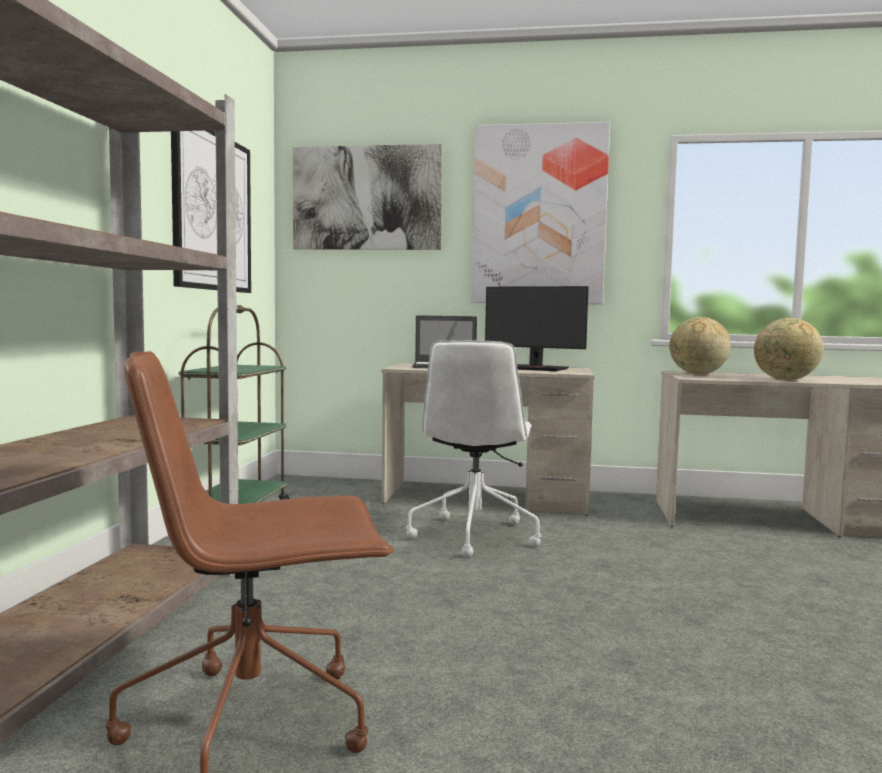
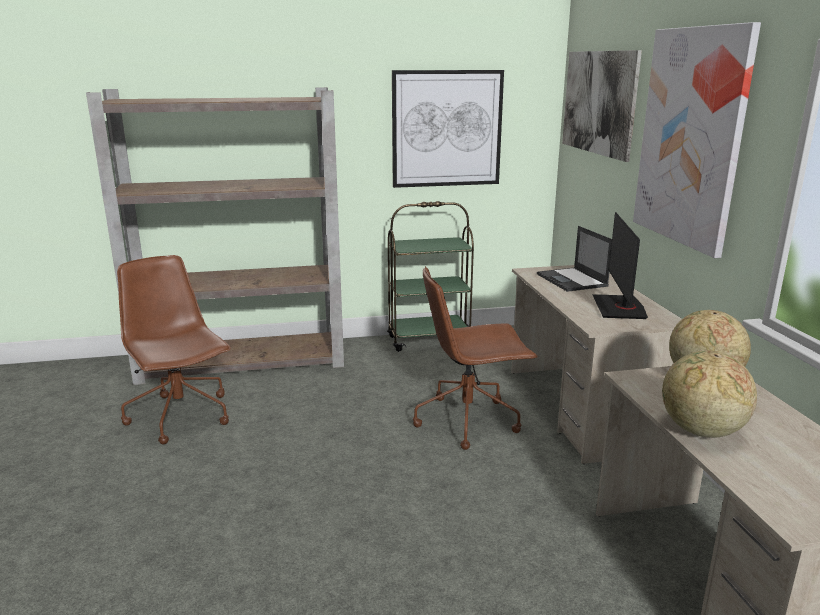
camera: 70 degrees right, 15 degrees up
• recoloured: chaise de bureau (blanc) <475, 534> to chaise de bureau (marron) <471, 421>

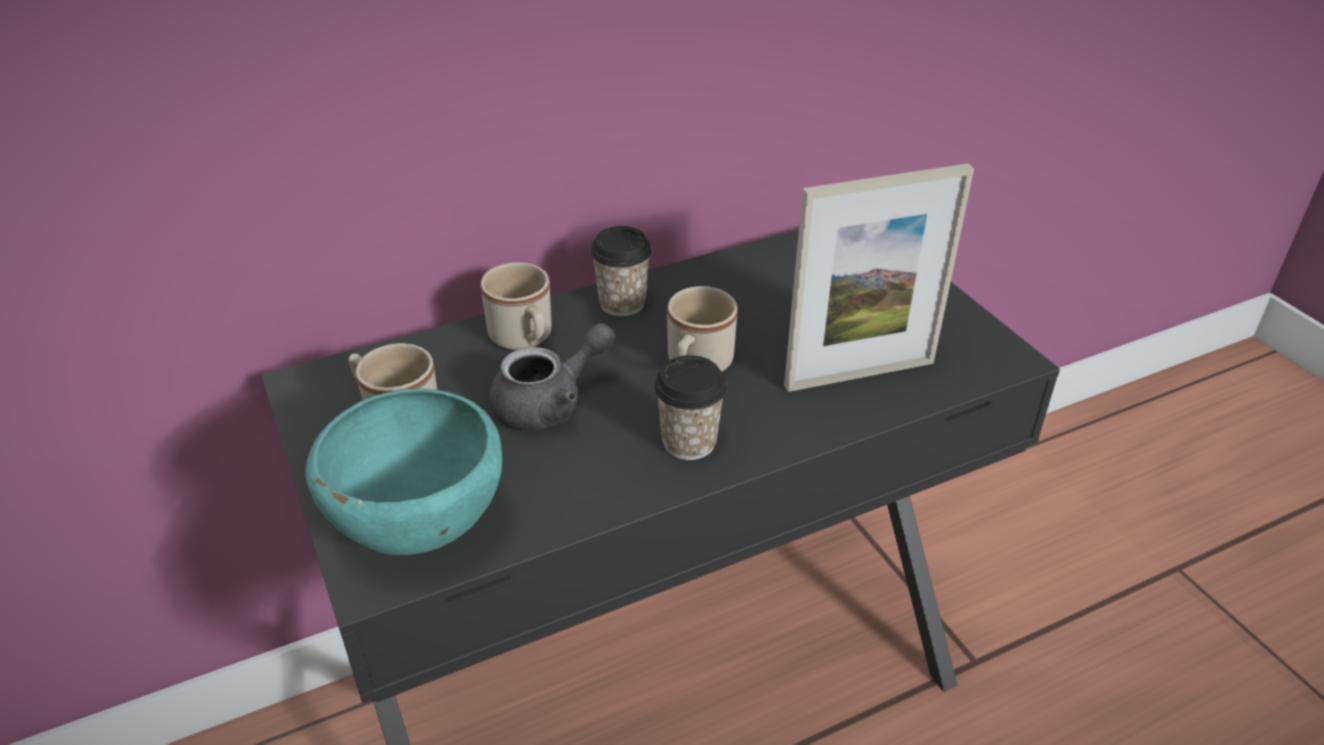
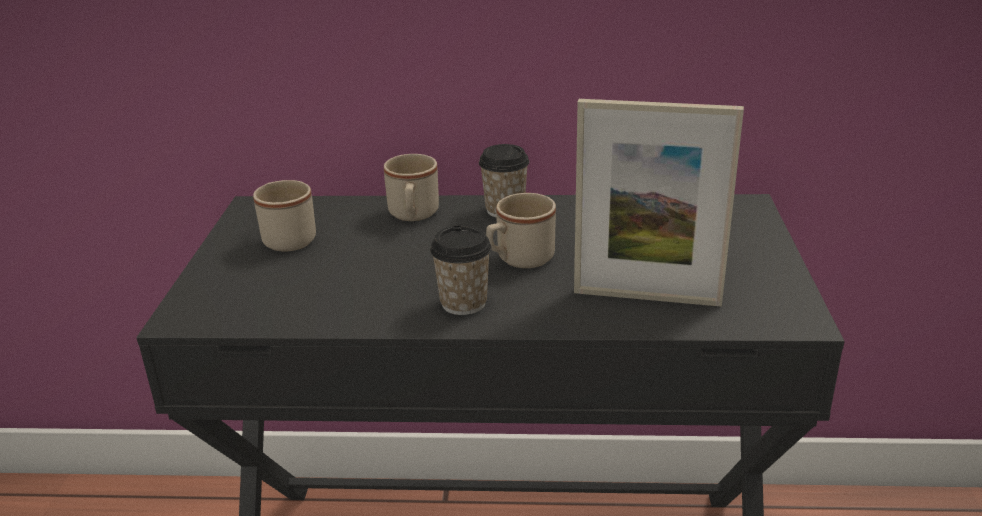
camera: 30 degrees right, 10 degrees down
• removed: théière (gris) <550, 403>
• removed: bol (turquoise) <419, 533>

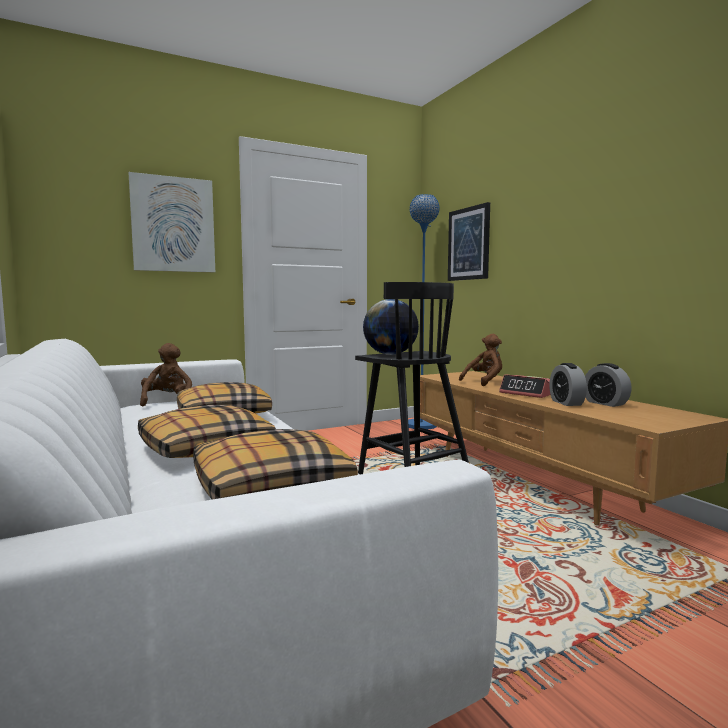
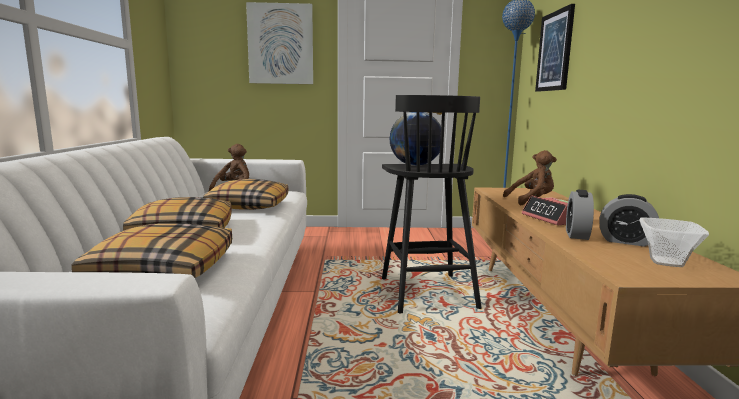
camera: 25 degrees right, 5 degrees up
• turned: réveil <605, 403> = <625, 241> 60 degrees counterclockwise
• added: bol <665, 262>

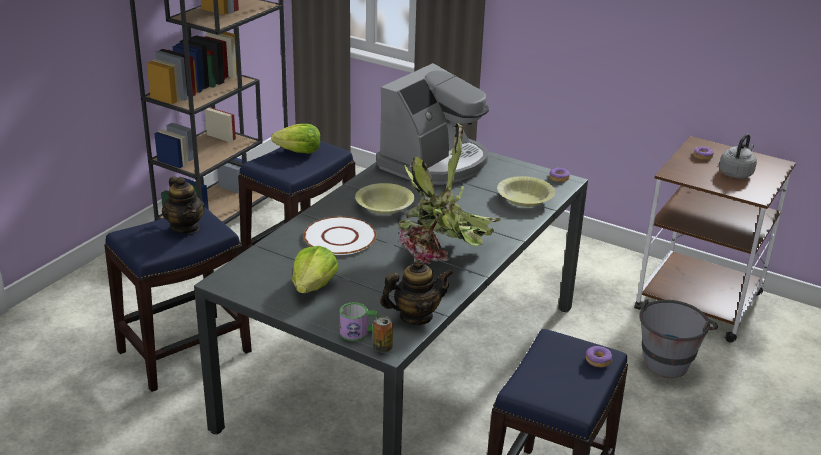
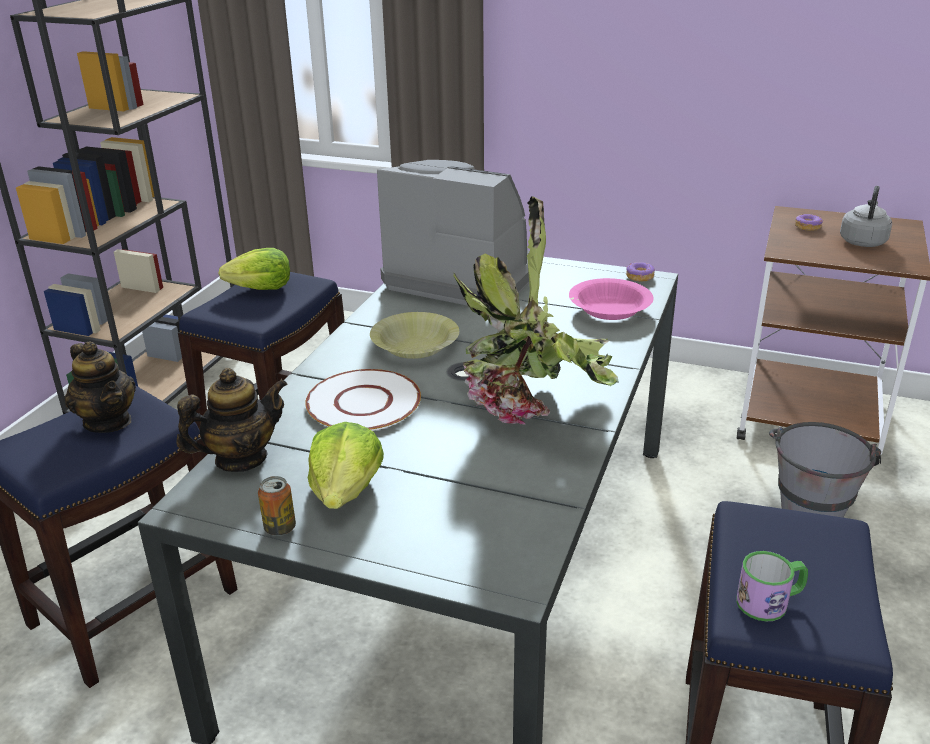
camera: 10 degrees left, 0 degrees up
• turned: machine à café <434, 163> = <463, 278> 90 degrees counterclockwise
• recoloured: bol (jaune) <525, 199> to bol (rose) <609, 310>
• moved: théière <415, 316> to <241, 459>
• moved: mug <359, 333> to <770, 601>
• moved: boîte métallique <382, 348> to <280, 528>
• removed: beignet <598, 360>

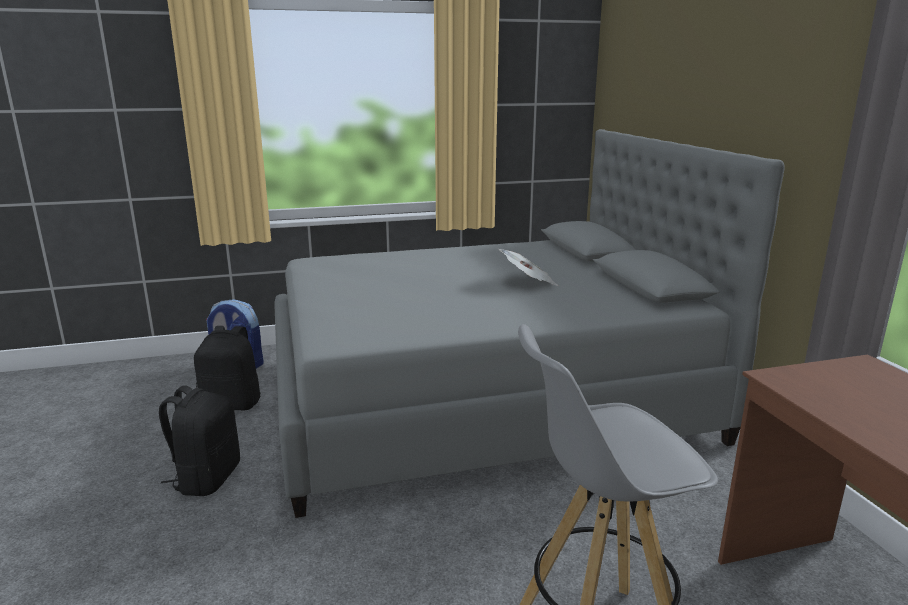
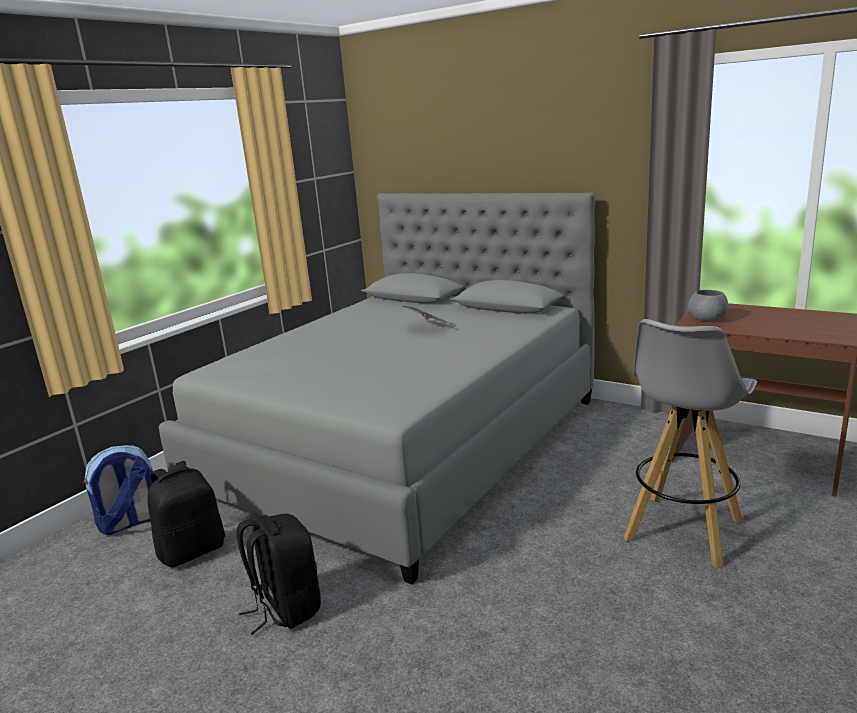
camera: 40 degrees left, 0 degrees up
• added: bol (gris) <707, 319>

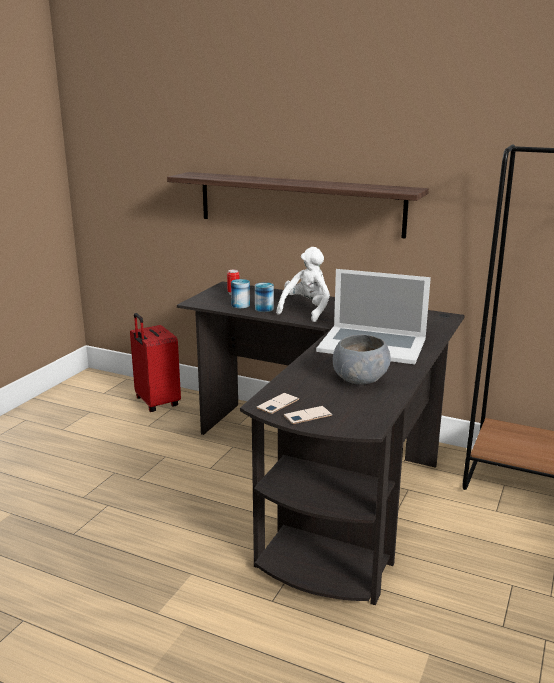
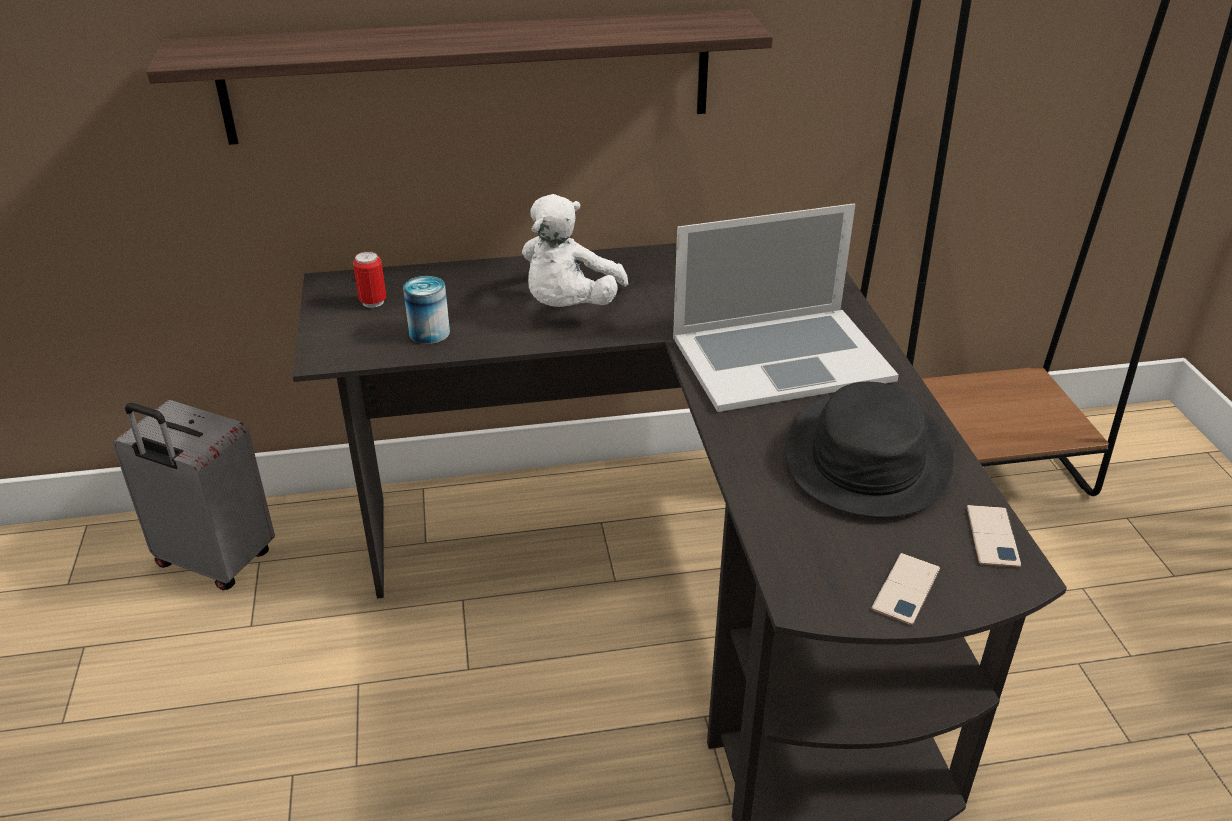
camera: 35 degrees left, 15 degrees up
• turned: peluche (blanc) <306, 310> = <569, 306> 150 degrees counterclockwise
• removed: boîte métallique <264, 309>
• recoloured: valise (rouge) <156, 403> to valise (gris) <214, 562>
• replaced: bol (gris) <359, 379> to chapeau (noir) <867, 456>
• moved: téléphone <278, 404> to <992, 536>

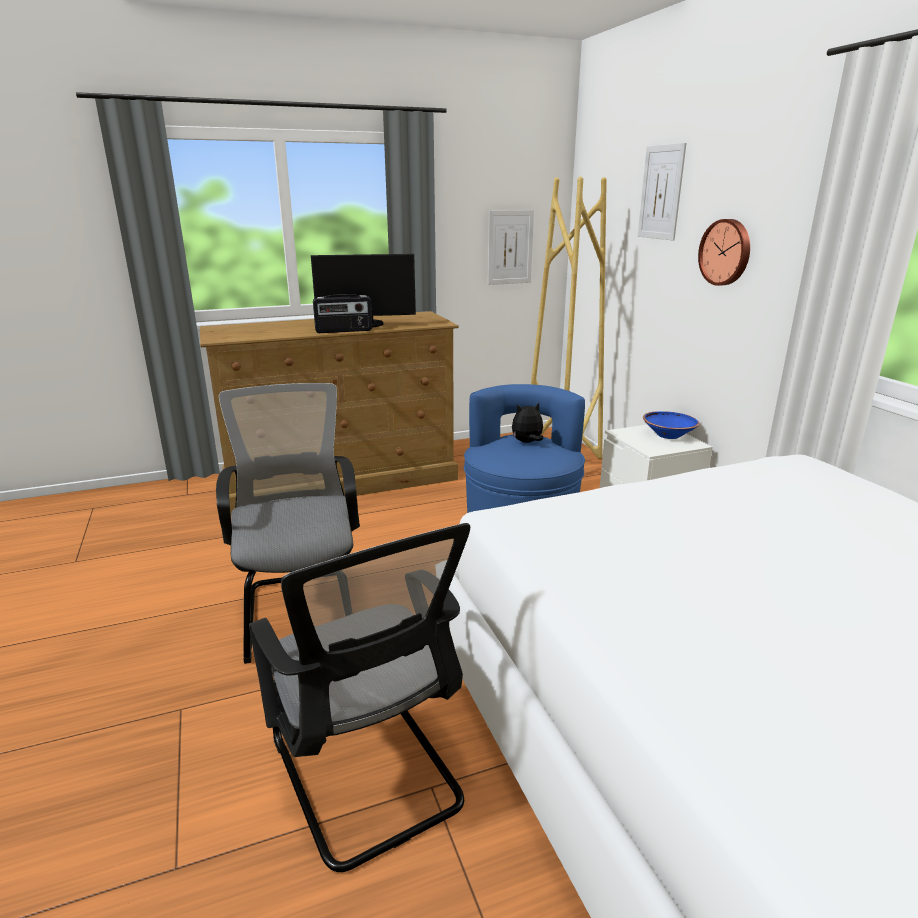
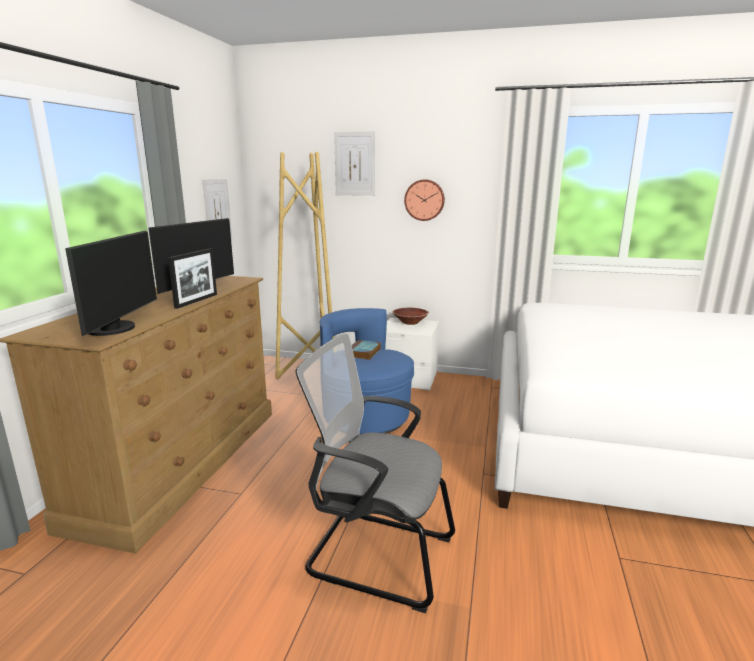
camera: 55 degrees left, 5 degrees down
• replaced: radio <344, 331> to cadre photo <196, 301>
• replaced: peluche <527, 442> to livre <363, 353>
• recoloured: bol (bleu) <668, 435> to bol (marron) <410, 322>
• removed: chaise <367, 777>
• added: écran d'ordinateur <116, 328>

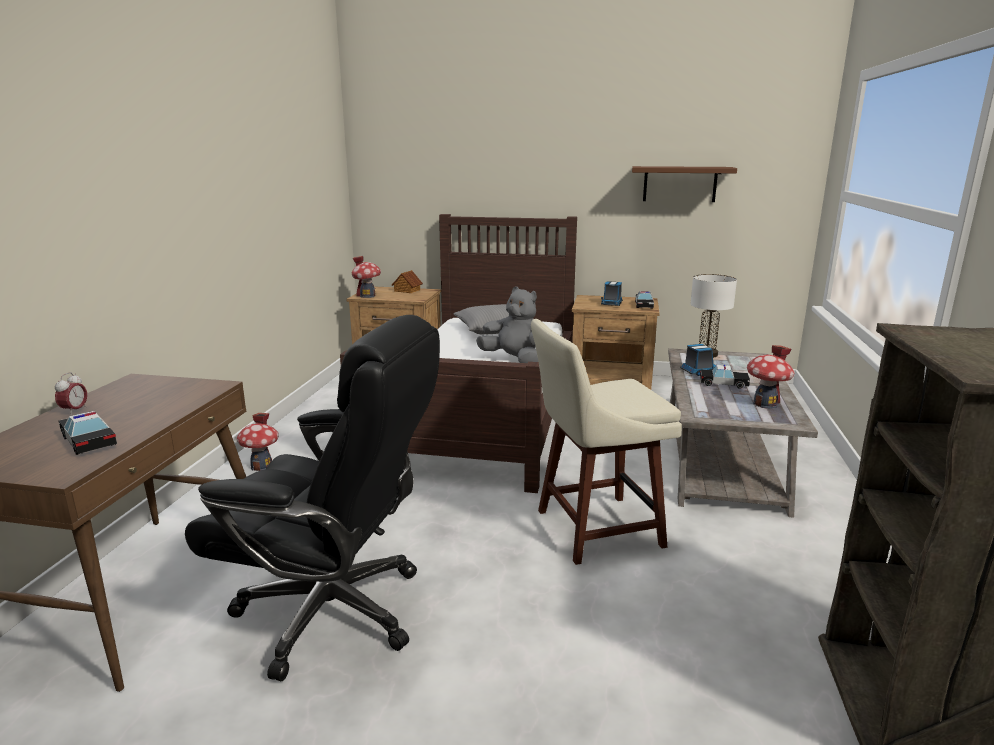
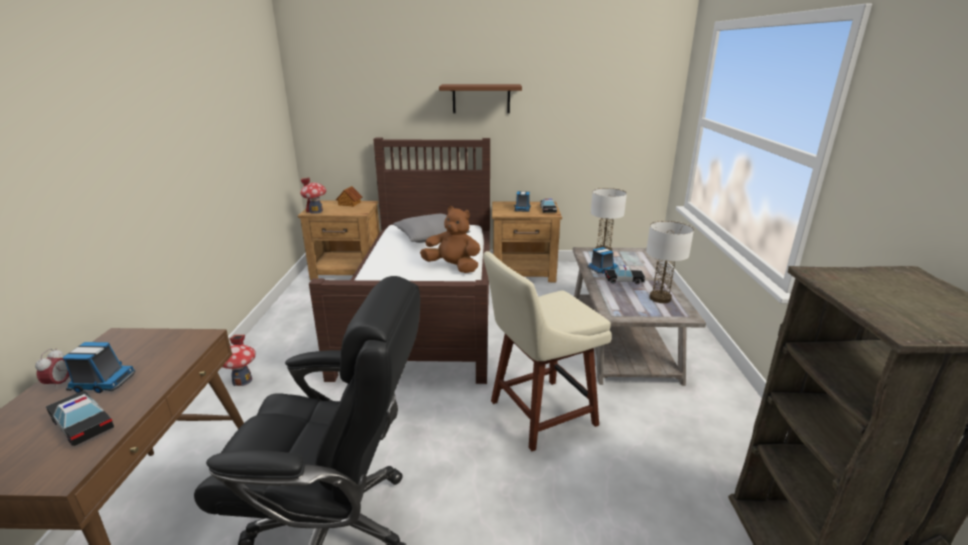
camera: 10 degrees left, 5 degrees up
• moved: étagère (marron) <679, 184> to <481, 98>
• recoloured: peluche (gris) <514, 360> to peluche (marron) <453, 267>
• replaced: maison miniature <765, 404> to lampe de table <660, 298>
• added: camion jouet <101, 383>

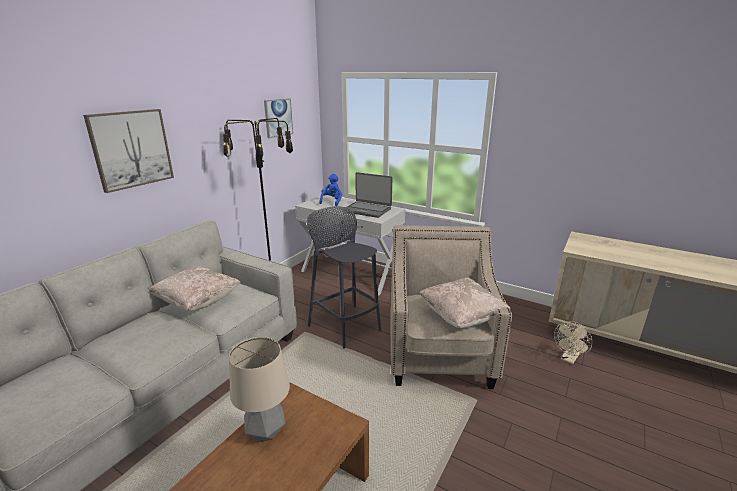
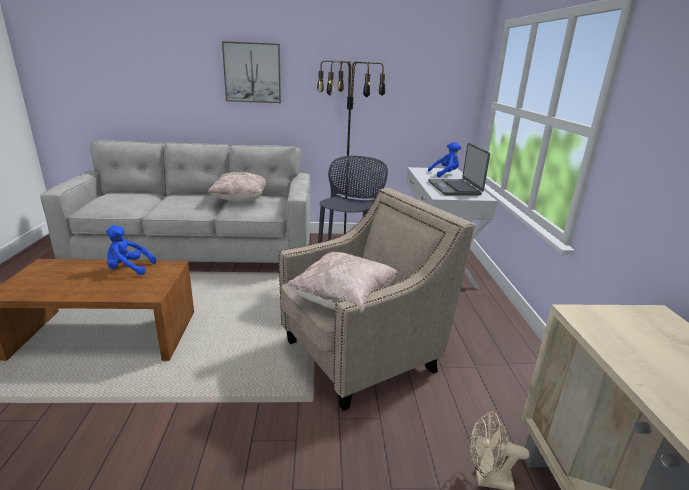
camera: 55 degrees right, 0 degrees up
• removed: tableau <278, 117>
• replaced: lampe de table <265, 432> to peluche (bleu) <128, 269>

